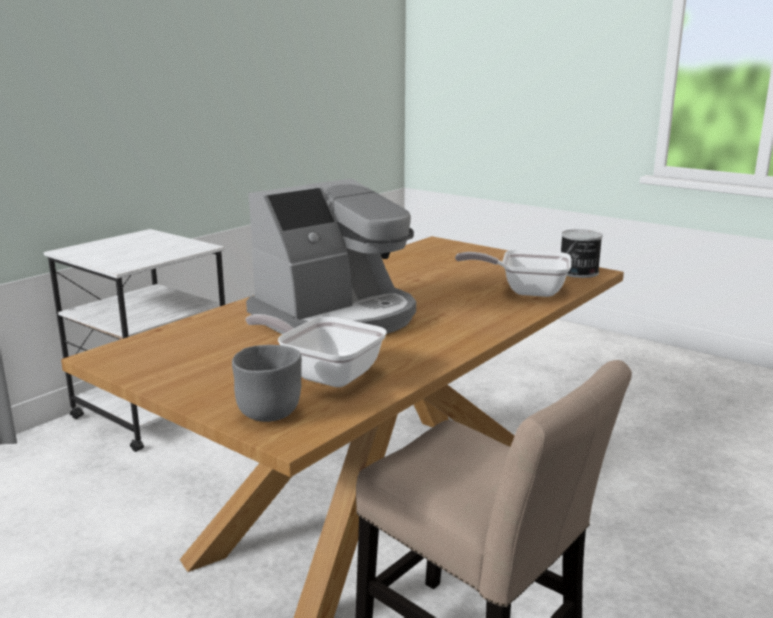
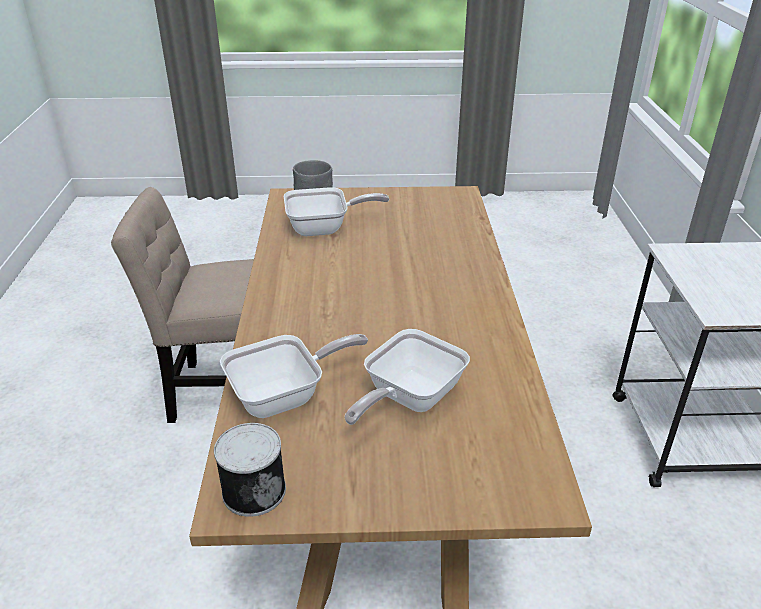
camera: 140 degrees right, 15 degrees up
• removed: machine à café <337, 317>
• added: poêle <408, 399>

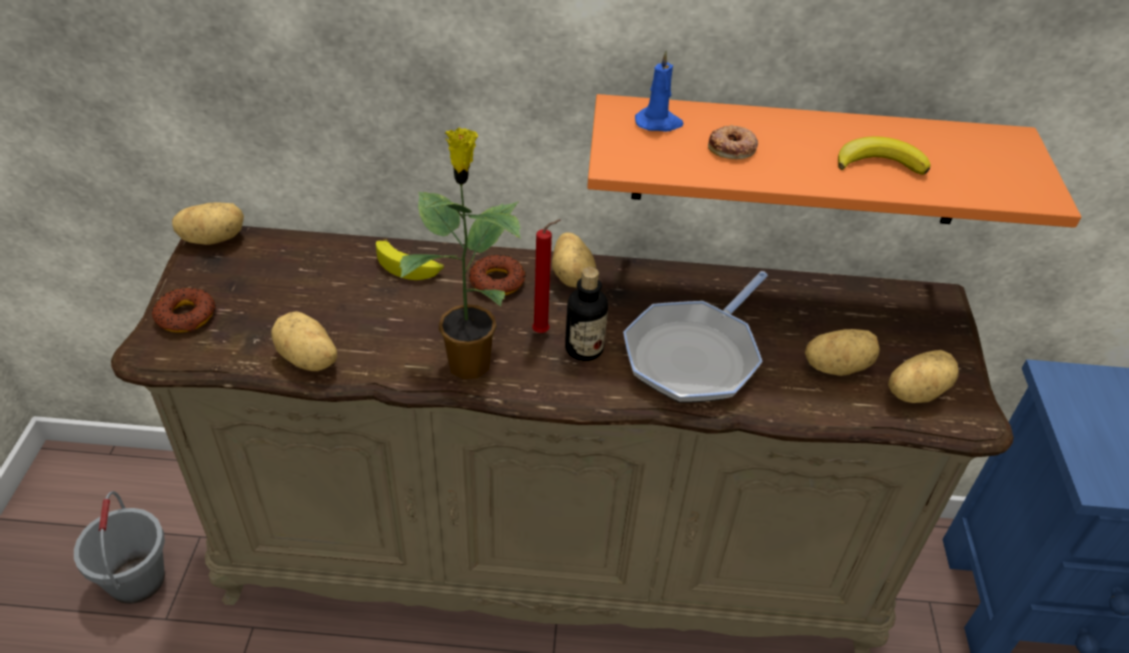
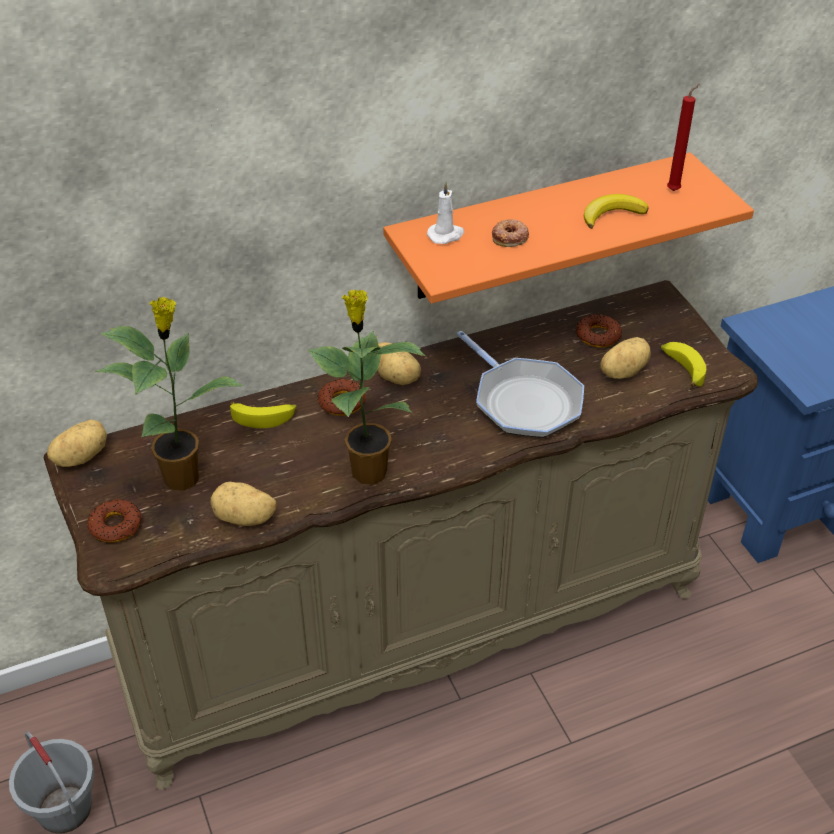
camera: 25 degrees left, 0 degrees up
• recoloured: bougie (bleu) <659, 123> to bougie (blanc) <446, 235>
• moved: bougie (rouge) <543, 332> to <675, 190>
• removed: bouteille <584, 348>
• turned: poêle <694, 355> = <524, 401> 45 degrees counterclockwise
• replaced: pomme de terre <914, 391> to banane <681, 369>
• added: plante en pot <184, 476>
• added: beignet <597, 335>

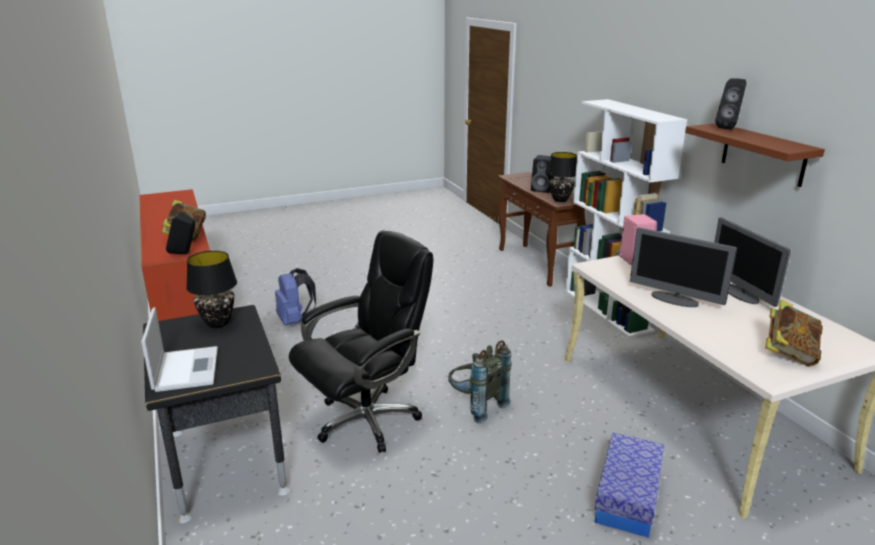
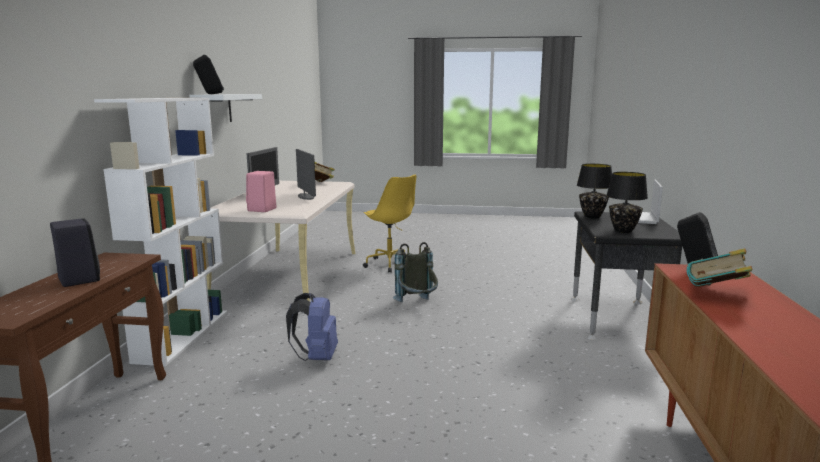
camera: 150 degrees left, 10 degrees down
• recoloured: étagère (marron) <763, 154> to étagère (blanc) <214, 109>
• moved: lampe de table (noir) <560, 200> to <591, 217>
• removed: chaise de bureau (noir) <365, 421>
• moved: sac à dos (bleu) <295, 321> to <316, 357>
• replaced: boîte de rangement <627, 497> to chaise de bureau (jaune) <390, 265>

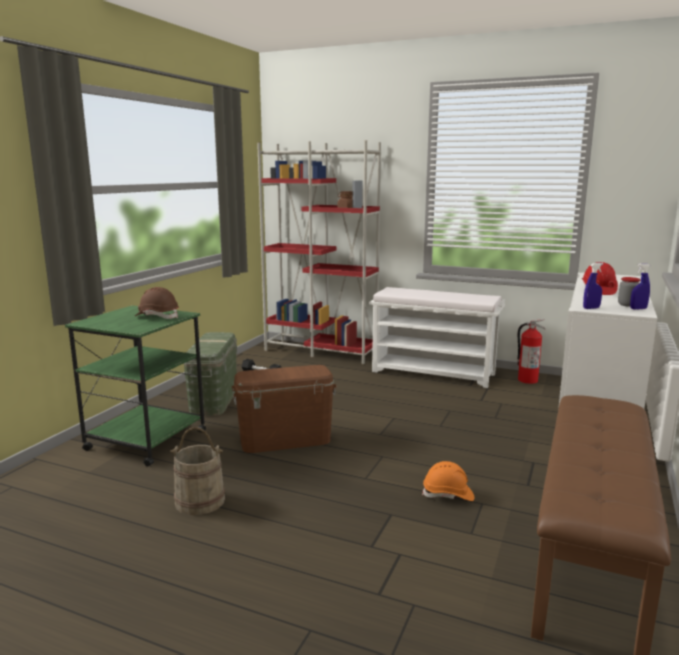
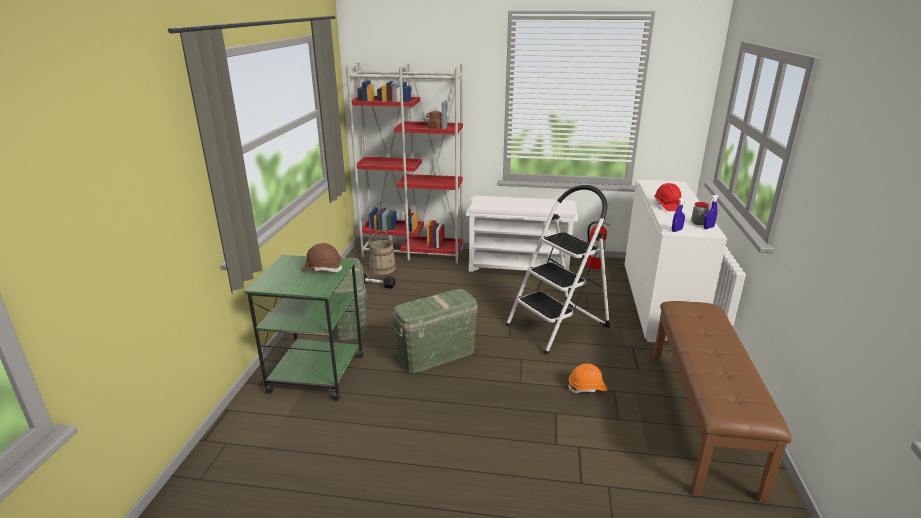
camera: 15 degrees left, 10 degrees up
• recoloured: boîte de rangement (marron) <285, 440> to boîte de rangement (vert) <436, 354>
• moved: seau (beige) <200, 501> to <382, 268>
• added: escabeau <560, 326>

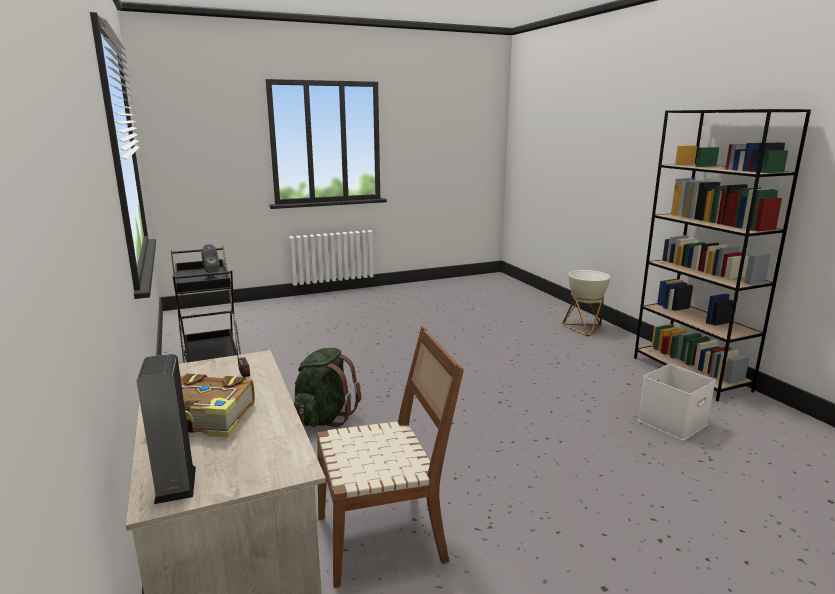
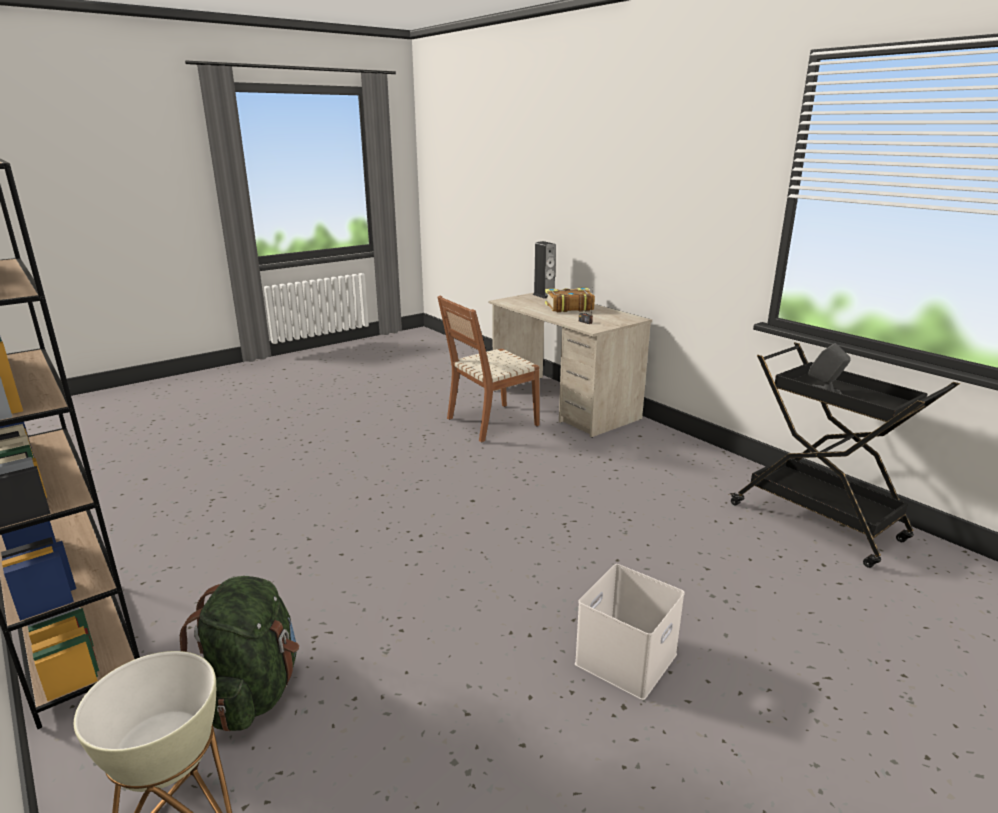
camera: 165 degrees right, 5 degrees up
• moved: sac à dos (vert) <324, 417> to <254, 691>
• moved: boîte de rangement (blanc) <672, 421> to <626, 660>

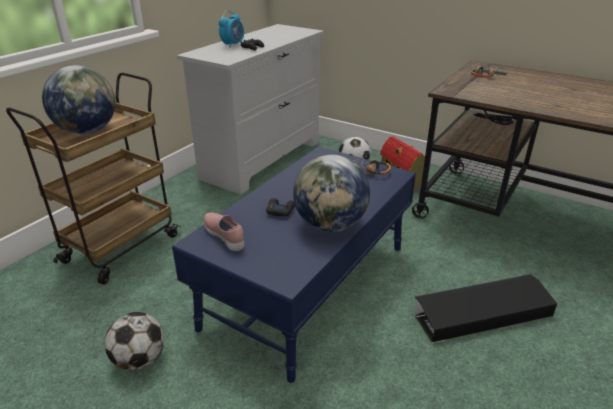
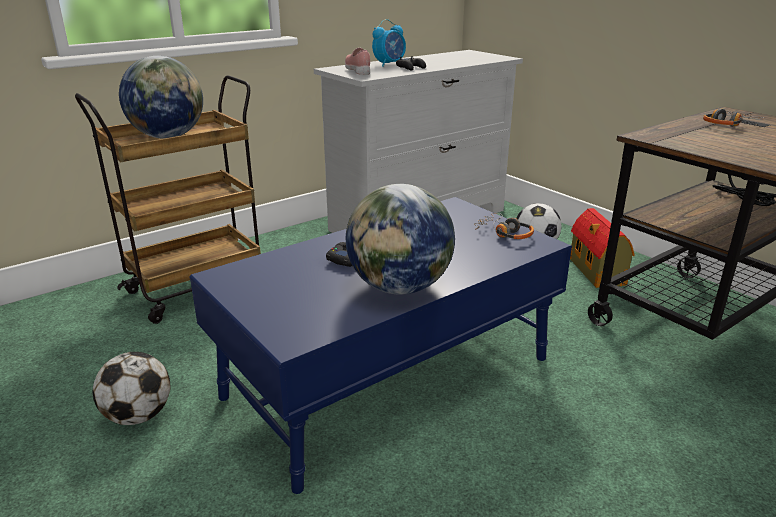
camera: 20 degrees right, 5 degrees down
• moved: chaussure (rose) <225, 237> to <358, 71>
• removed: boîte de rangement (noir) <481, 314>

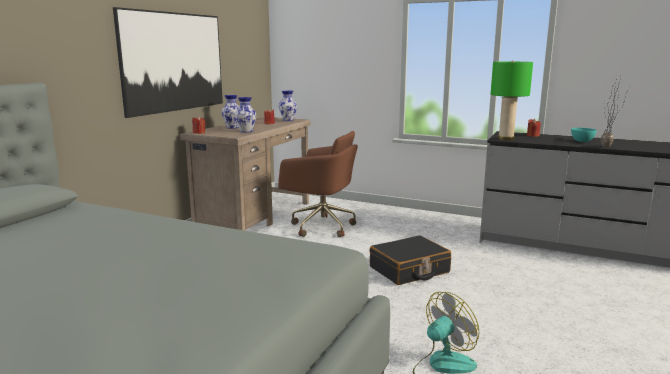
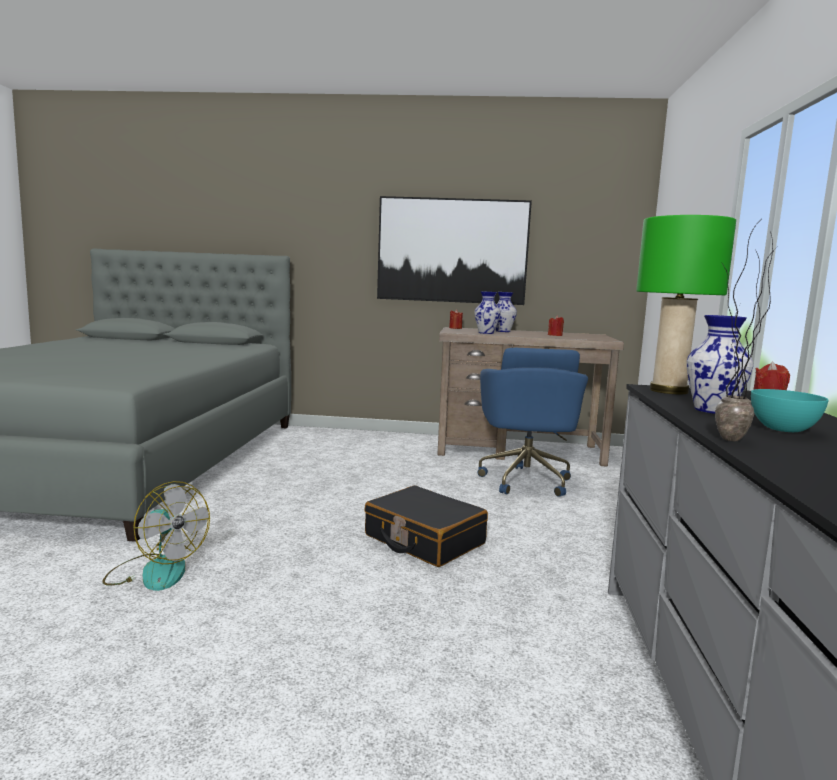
camera: 70 degrees right, 5 degrees down
• moved: vase <288, 120> to <714, 410>
• recoloured: chaise de bureau (marron) <319, 227> to chaise de bureau (bleu) <524, 480>

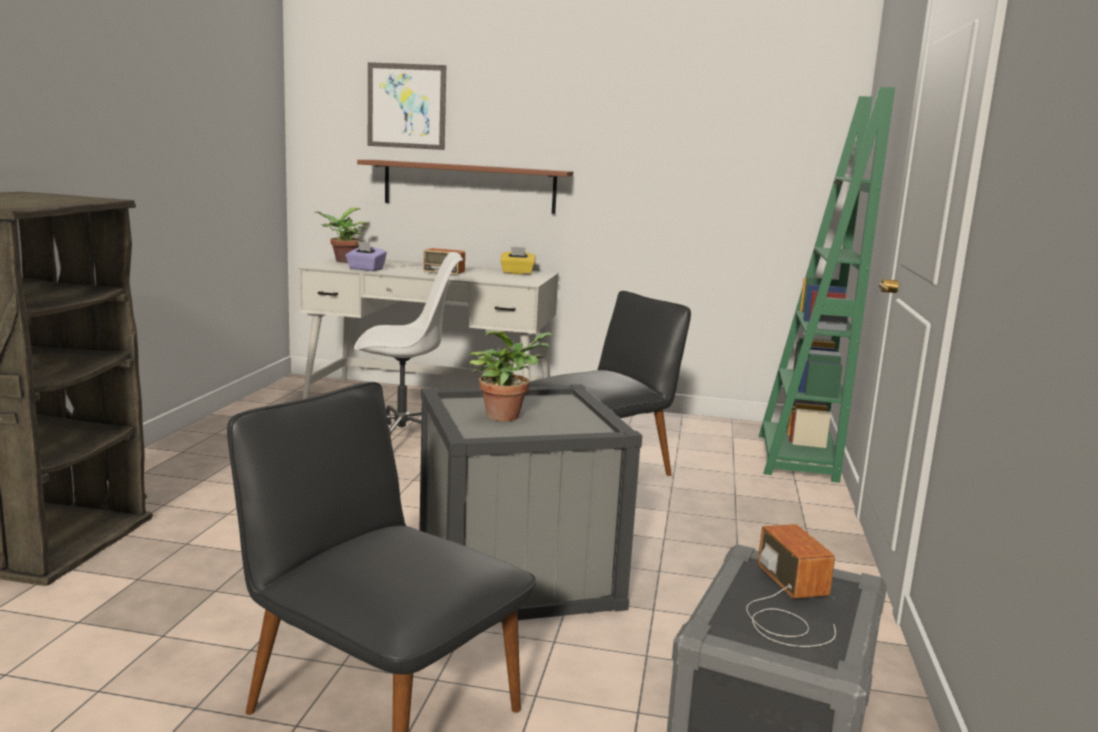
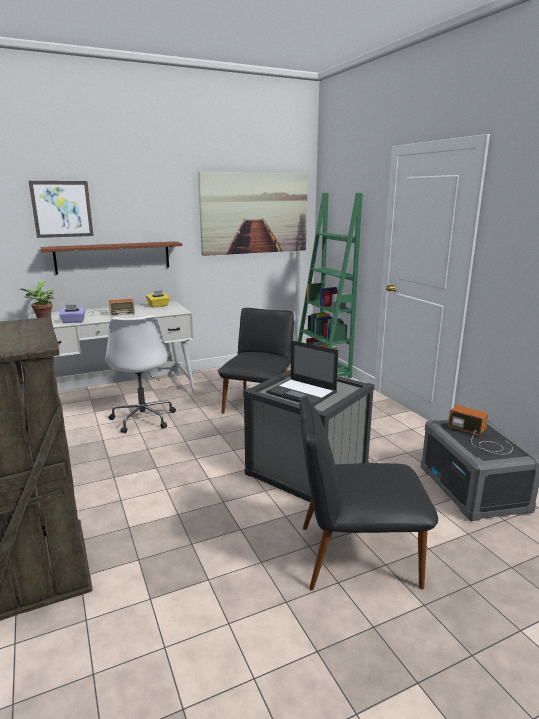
camera: 35 degrees left, 5 degrees up
• turned: chaise de bureau (blanc) <405, 440> = <143, 420> 120 degrees clockwise
• replaced: plante en pot <506, 415> to ordinateur portable <302, 392>
• added: tableau <254, 213>

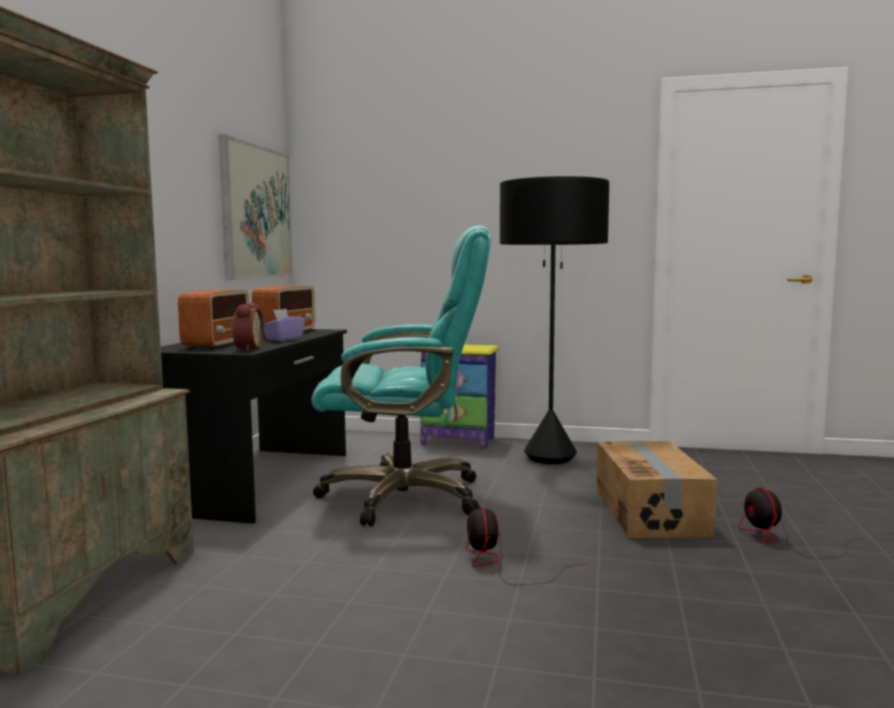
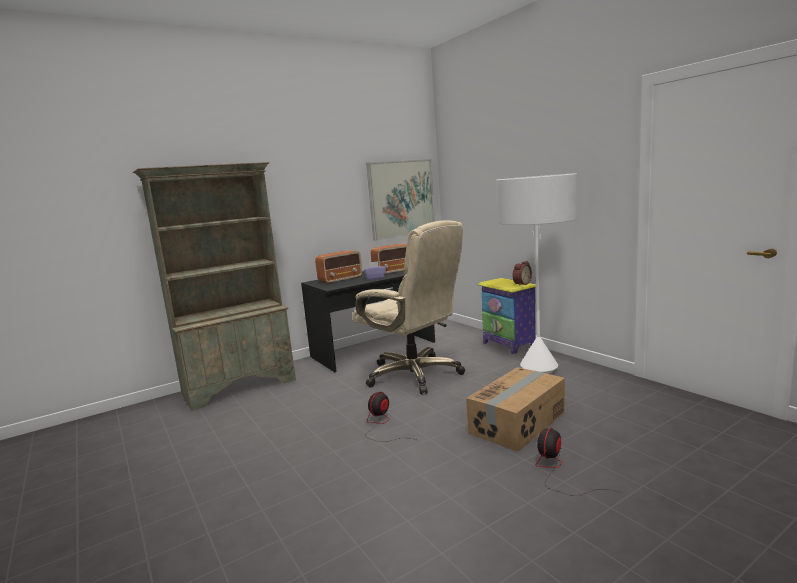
camera: 45 degrees right, 5 degrees up
• recoloured: lampadaire (noir) <550, 458> to lampadaire (blanc) <539, 369>
• recoloured: chaise de bureau (turquoise) <403, 496> to chaise de bureau (beige) <413, 374>
• moved: réveil <246, 348> to <521, 284>

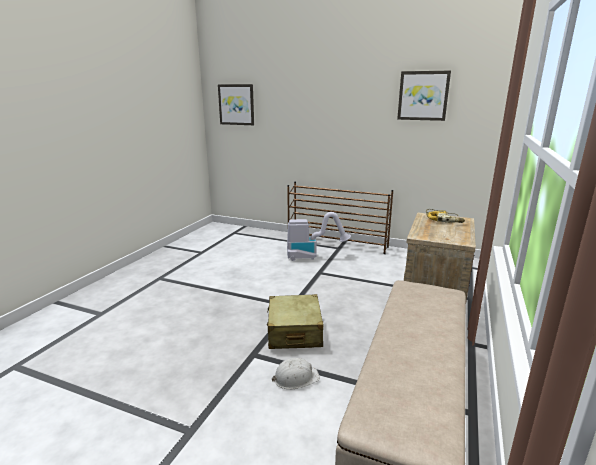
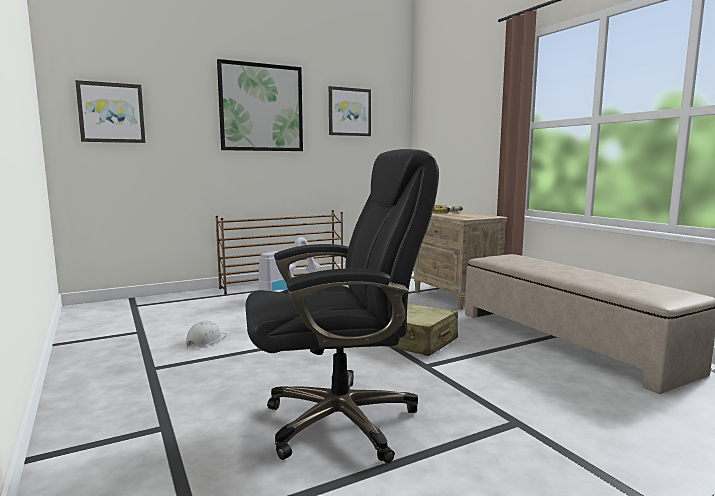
camera: 50 degrees left, 10 degrees down
• moved: casque de chantier (blanc) <295, 378> to <205, 340>
• added: tableau <261, 108>
• added: chaise de bureau (noir) <337, 422>

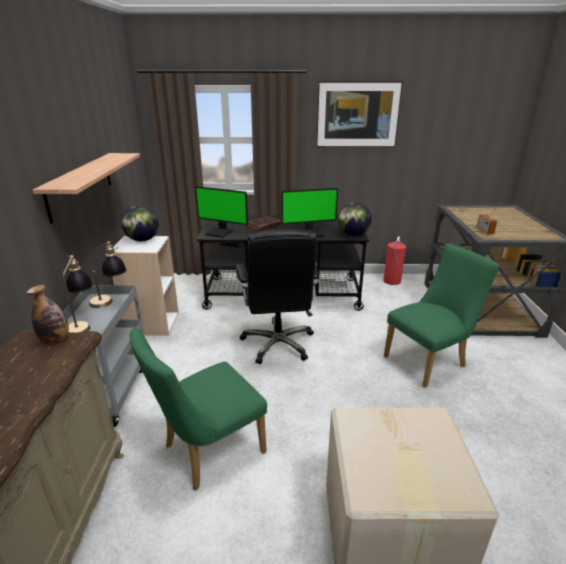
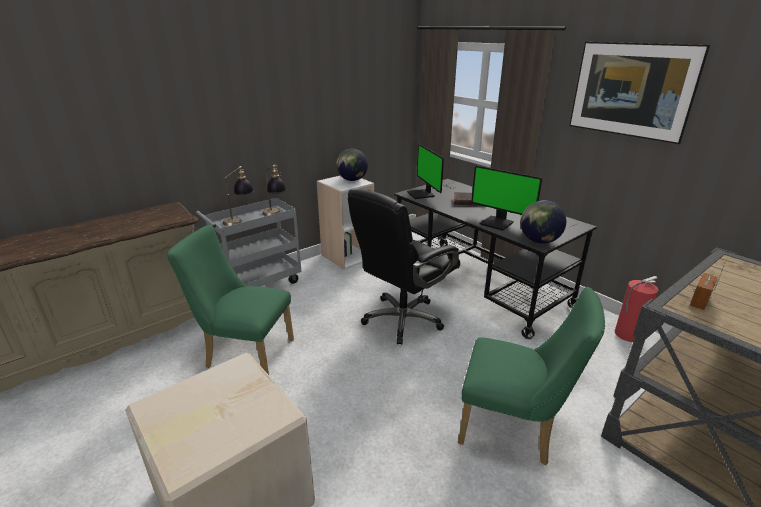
camera: 50 degrees right, 0 degrees up
• removed: étagère <80, 185>
• removed: bouteille <55, 340>

